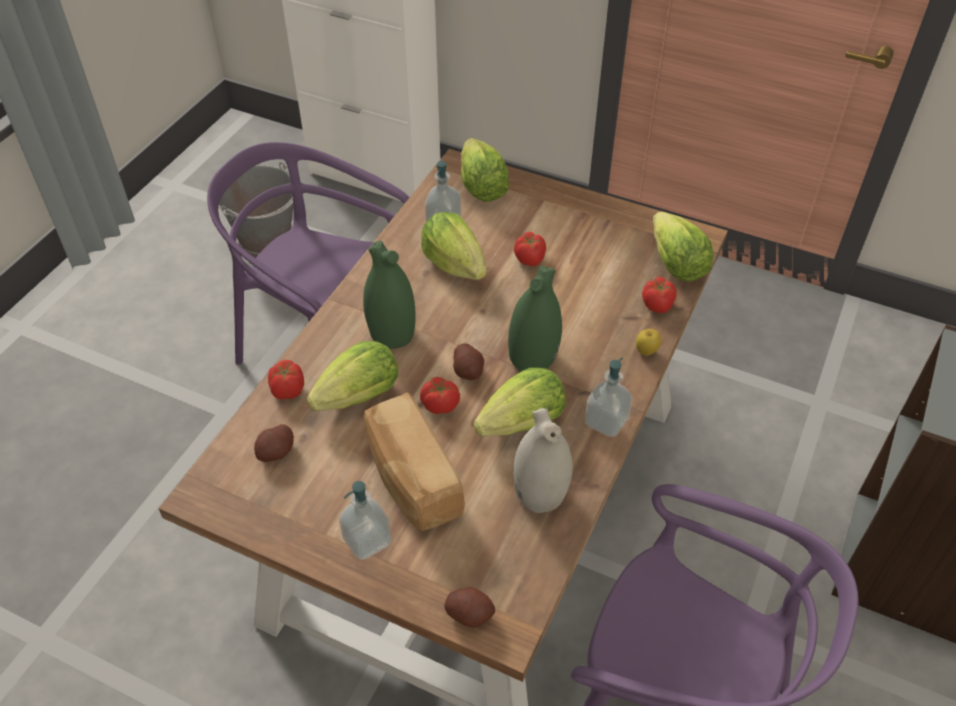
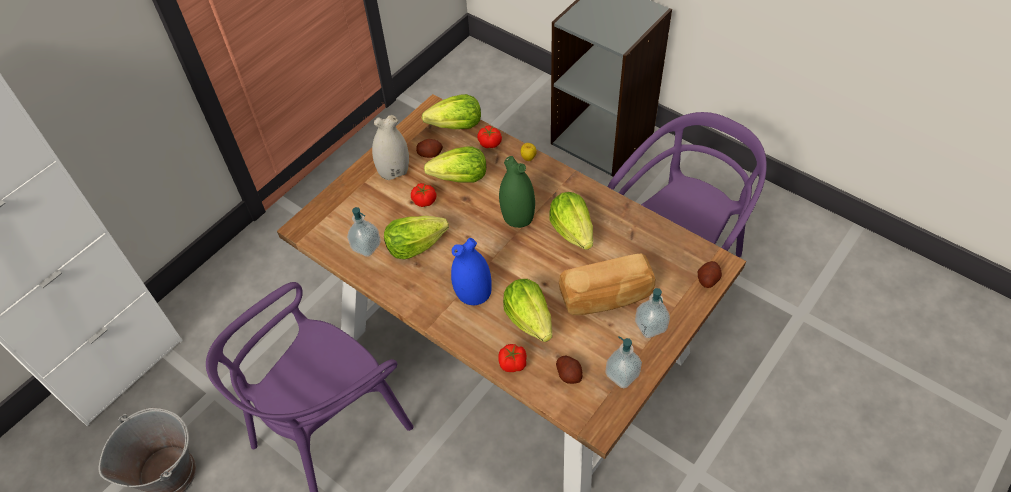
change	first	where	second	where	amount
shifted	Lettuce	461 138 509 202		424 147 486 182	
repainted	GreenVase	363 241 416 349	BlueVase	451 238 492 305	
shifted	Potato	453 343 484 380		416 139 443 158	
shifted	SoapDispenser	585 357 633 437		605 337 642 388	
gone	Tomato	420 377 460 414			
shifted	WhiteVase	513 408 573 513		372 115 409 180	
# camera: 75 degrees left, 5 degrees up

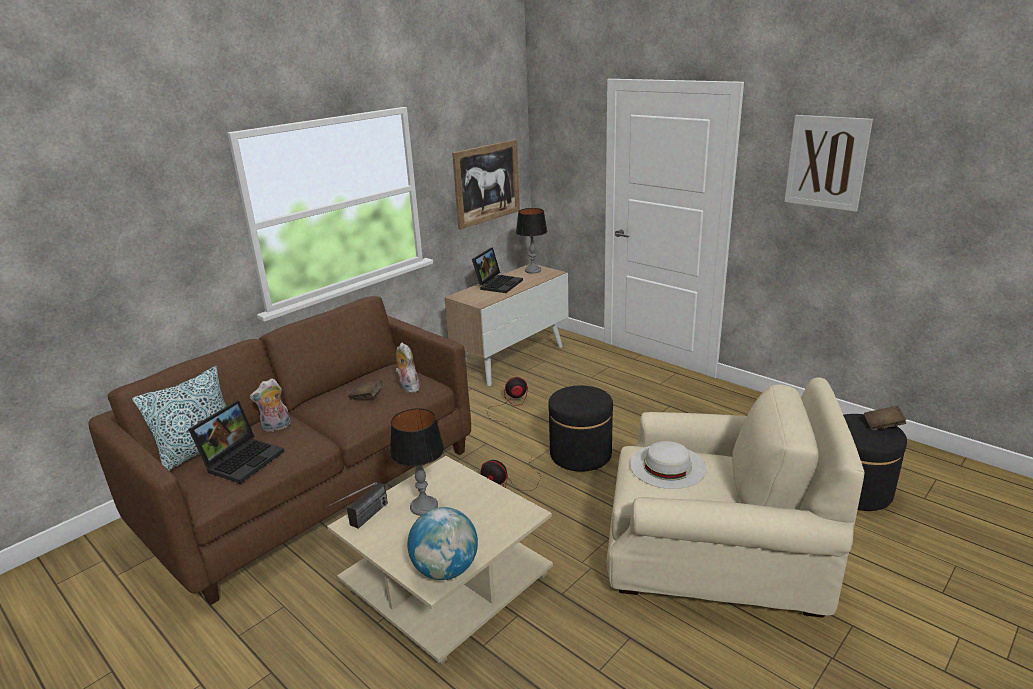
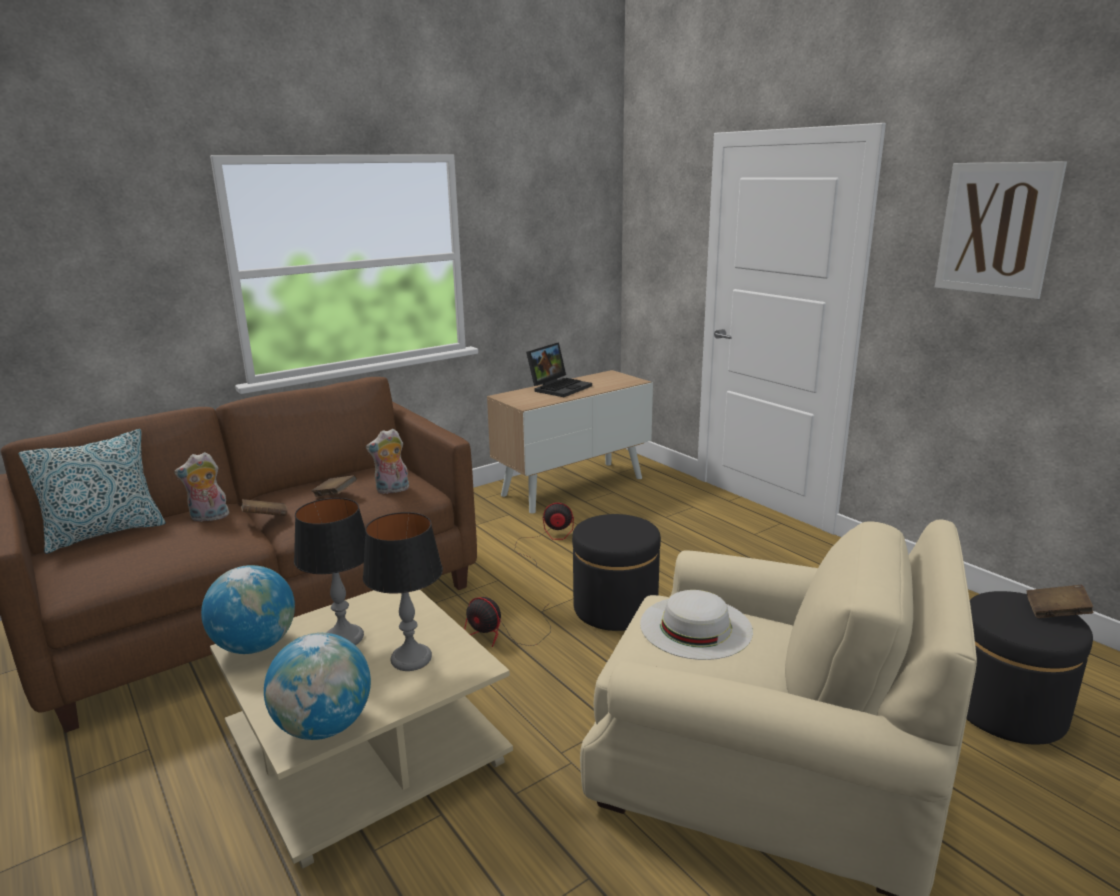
change	first	where	second	where	amount
gone	Picture	452 139 520 230			
shifted	TableLamp	516 208 547 273		363 512 443 671	
rotated	PlushToy	395 343 420 393		366 429 409 494	90 degrees counterclockwise
gone	Laptop	188 401 284 483			
swapped	Radio	326 482 388 529	Globe	201 565 295 654	
new			BrownBook	241 499 287 516	
# camera: 10 degrees right, 5 degrees down

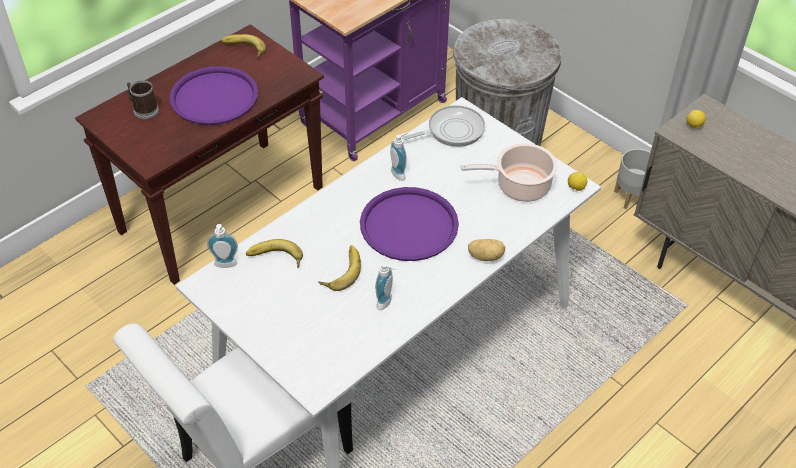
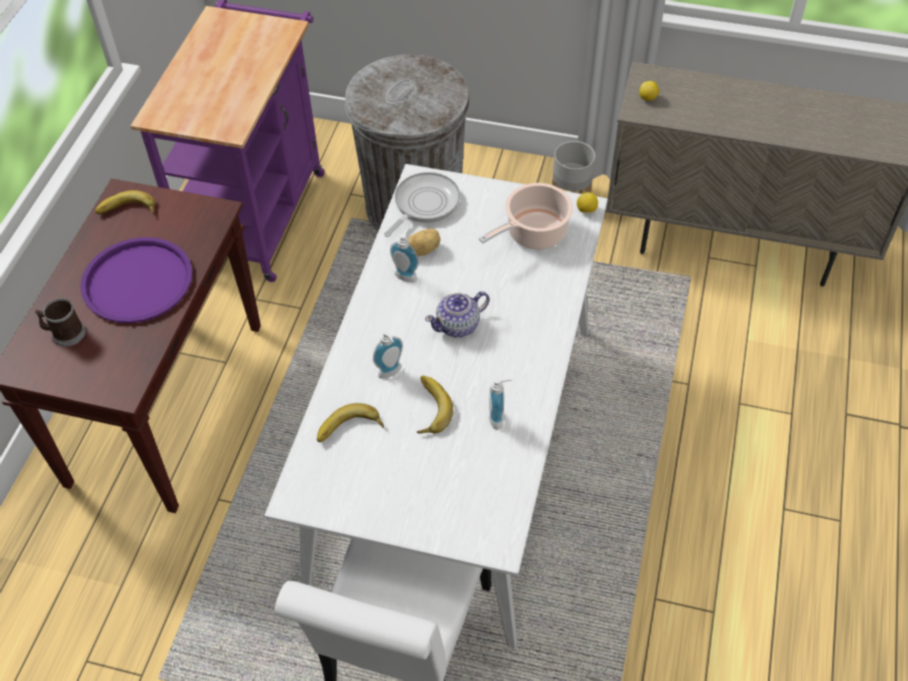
change	first	where	second	where	amount
swapped	PurpleTray	360 187 459 261	Teapot	425 291 489 337	
shifted	SoapDispenser	207 224 238 268		373 330 403 379	
shifted	Potato	468 239 505 261		408 228 441 256	
# camera: 30 degrees left, 5 degrees up

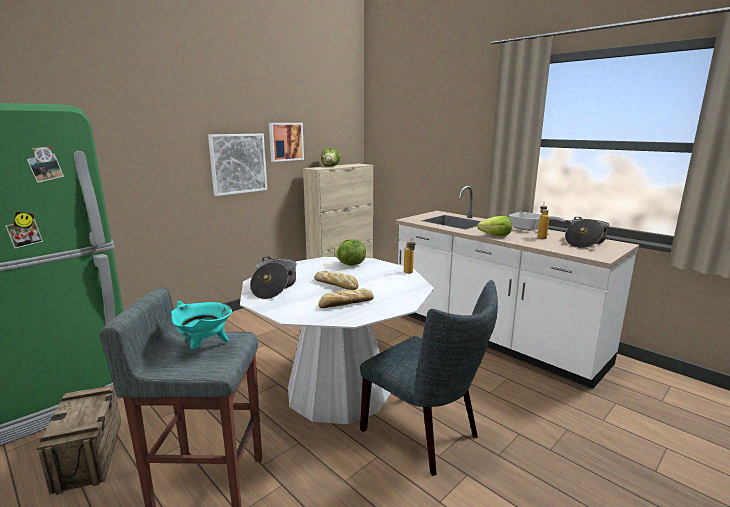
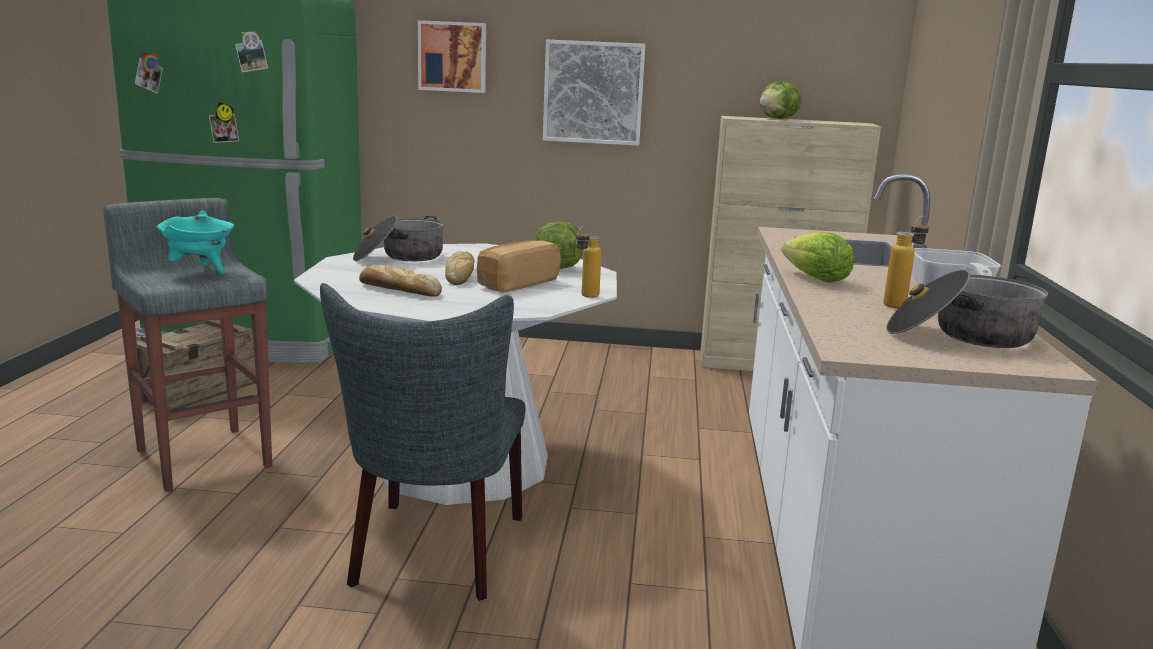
change	first	where	second	where	amount
shifted	Picture	269 123 304 162		418 20 486 93	
new			Bread	477 241 561 293	
# camera: 50 degrees right, 0 degrees up

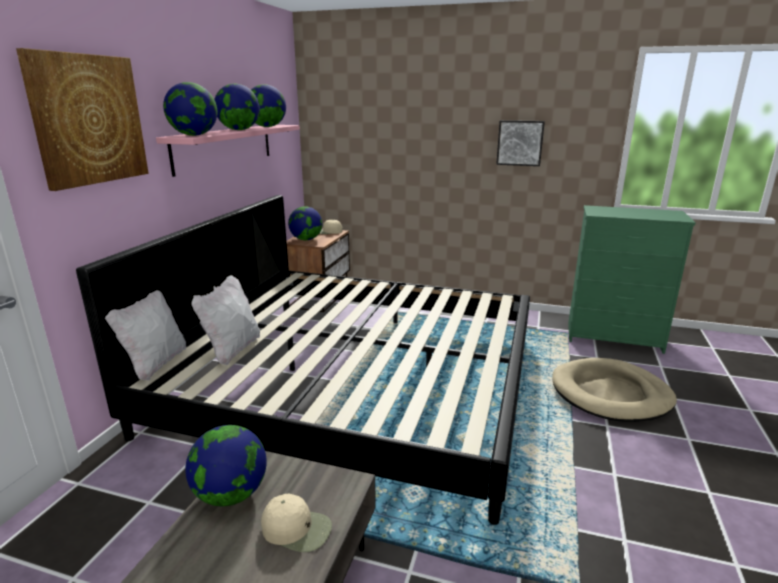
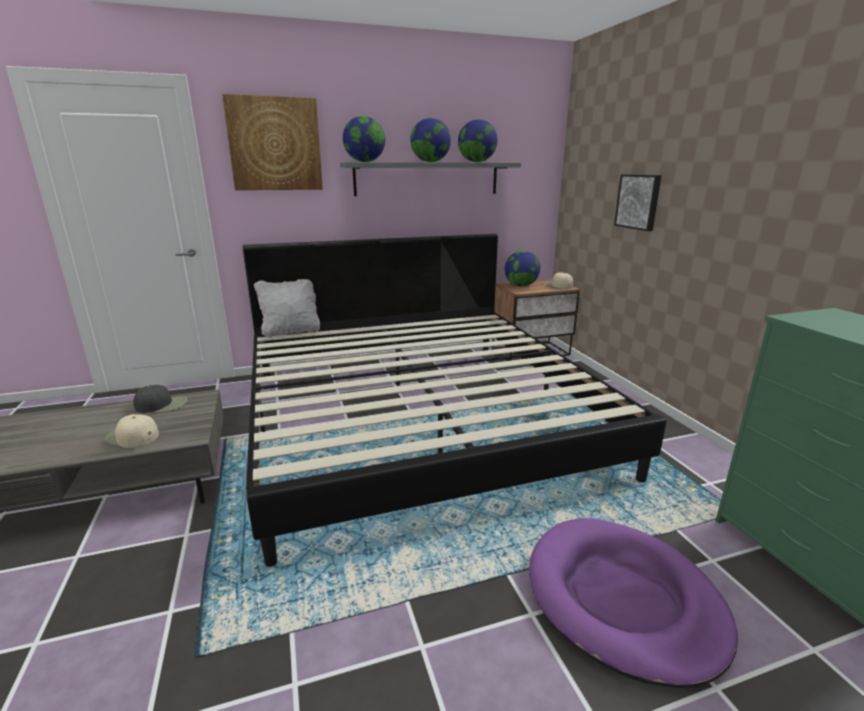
change	first	where	second	where	amount
shifted	Picture	496 120 545 166		614 174 662 231	
repainted	PinkShelf	156 125 300 177	GreyShelf	340 162 521 196	
gone	WhitePillow	191 275 260 365			
repainted	BeigeDogBed	552 358 677 422	PurpleDogBed	529 518 738 688	
swapped	Globe	185 425 267 506	BlackCap	133 385 187 413	
rotated	BeigeCap	261 494 332 552		105 414 159 448	135 degrees clockwise
# camera: 55 degrees right, 0 degrees up

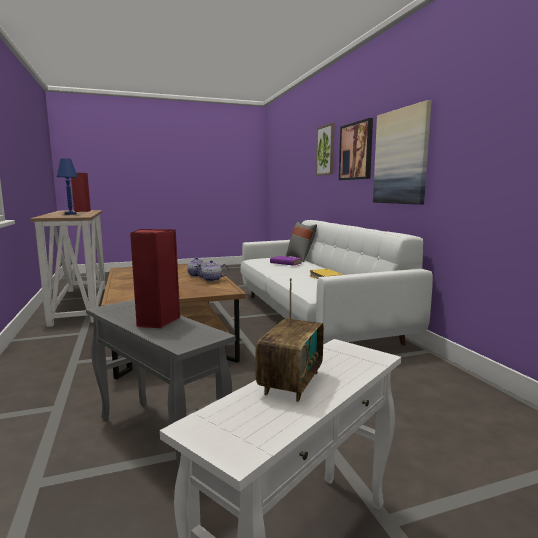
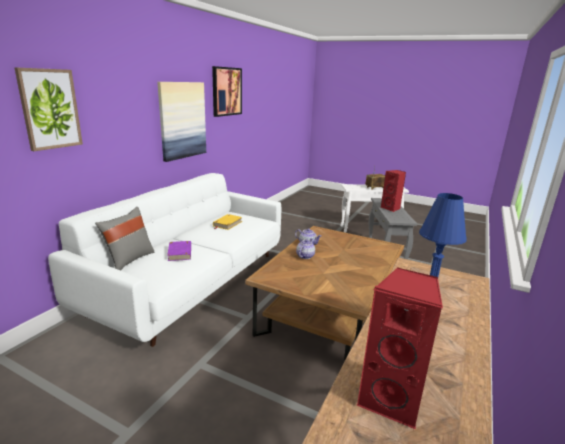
change	first	where	second	where	amount
shifted	Picture	339 118 373 180		212 66 242 117	
# camera: 135 degrees left, 10 degrees up

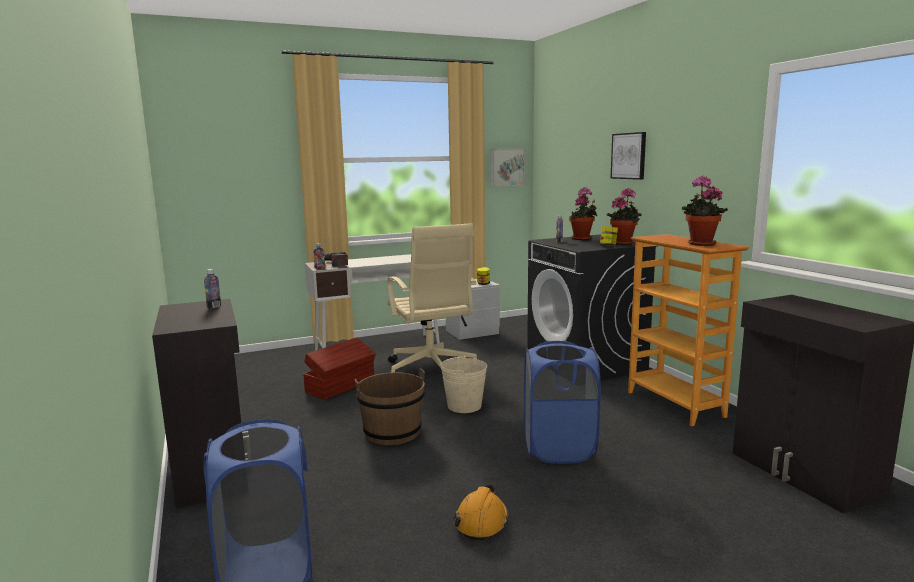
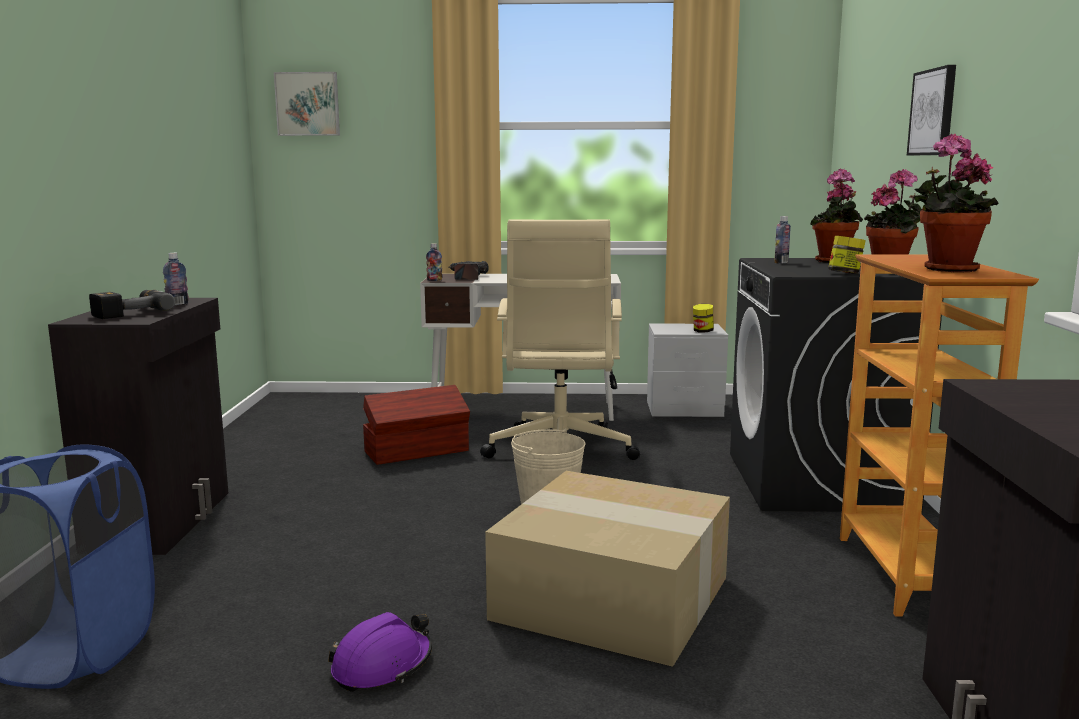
change	first	where	second	where	amount
shifted	Picture	490 149 525 187		274 72 340 136	
swapped	BlueLaundryBasket	524 341 601 464	CardboardBox	485 471 730 667	
gone	BrownBucket	355 368 425 445			
repainted	OrangeHardHat	453 483 509 540	PurpleHardHat	328 612 432 692	
new			PowerDrill	89 290 175 319	
# camera: 25 degrees right, 0 degrees up

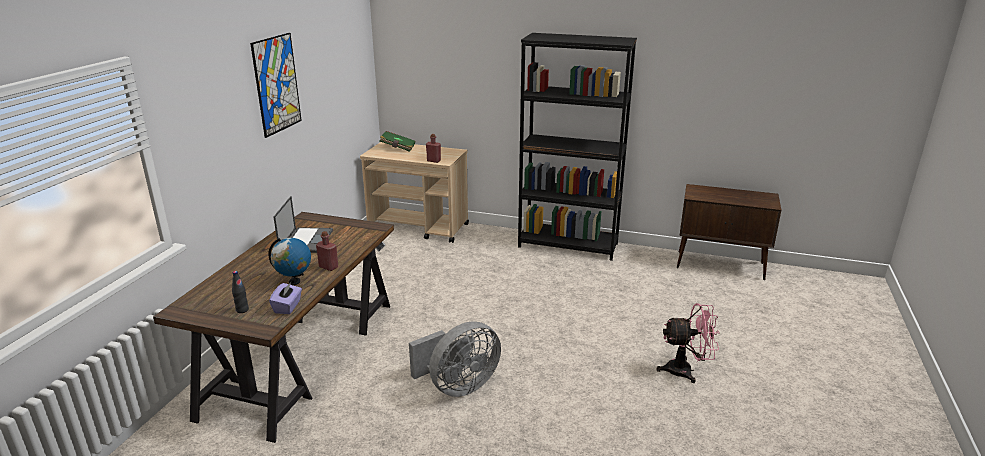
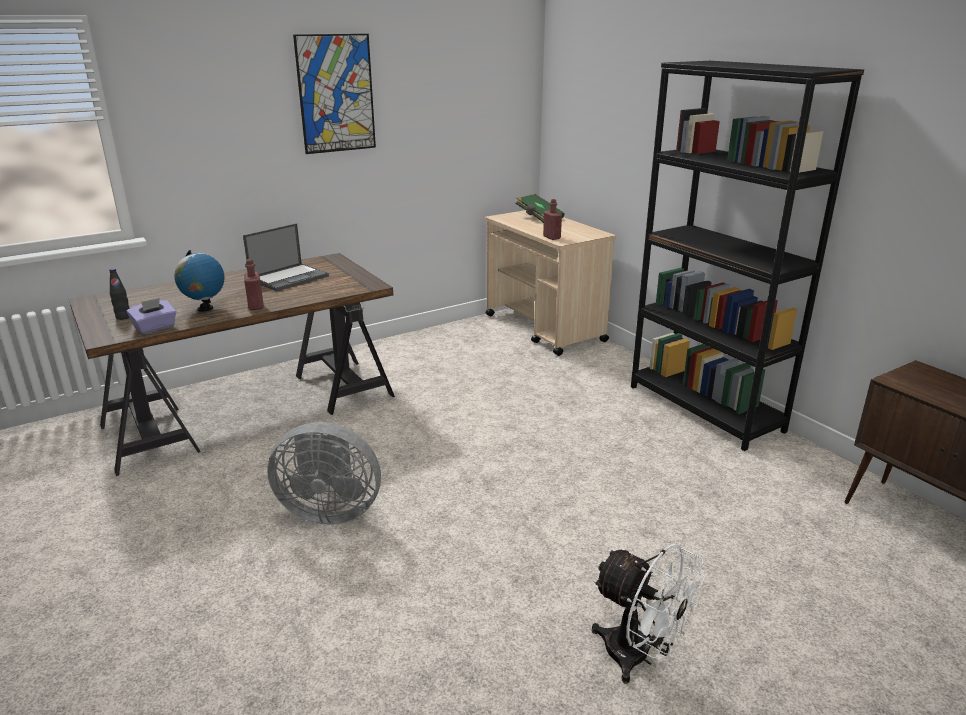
change	first	where	second	where	amount
repainted	PinkFan	656 303 720 383	WhiteFan	592 544 705 684	
# camera: 40 degrees right, 0 degrees up

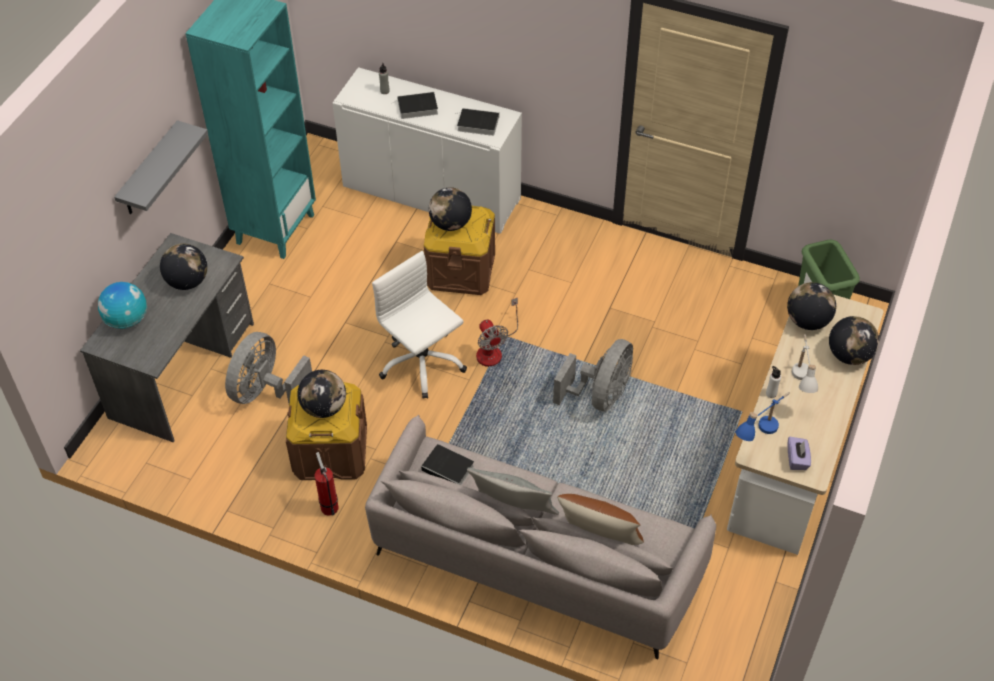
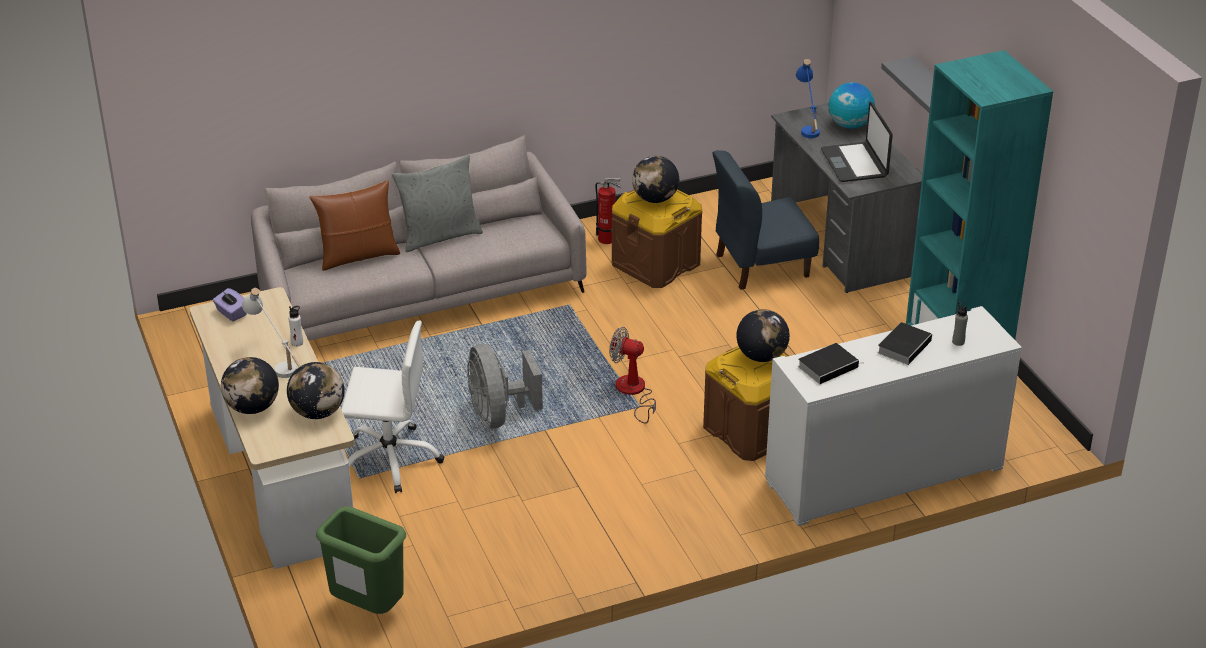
change	first	where	second	where	amount
swapped	Globe	160 243 207 290	Laptop	821 102 893 182	
shifted	WhiteOfficeChair	372 251 467 399		341 321 444 493	
swapped	GreyFan	225 332 312 404	BlueChair	712 150 819 290	
shifted	BlueTableLamp	735 392 790 441		796 59 820 138	
gone	Book	421 444 474 485			
# camera: 135 degrees right, 15 degrees down

